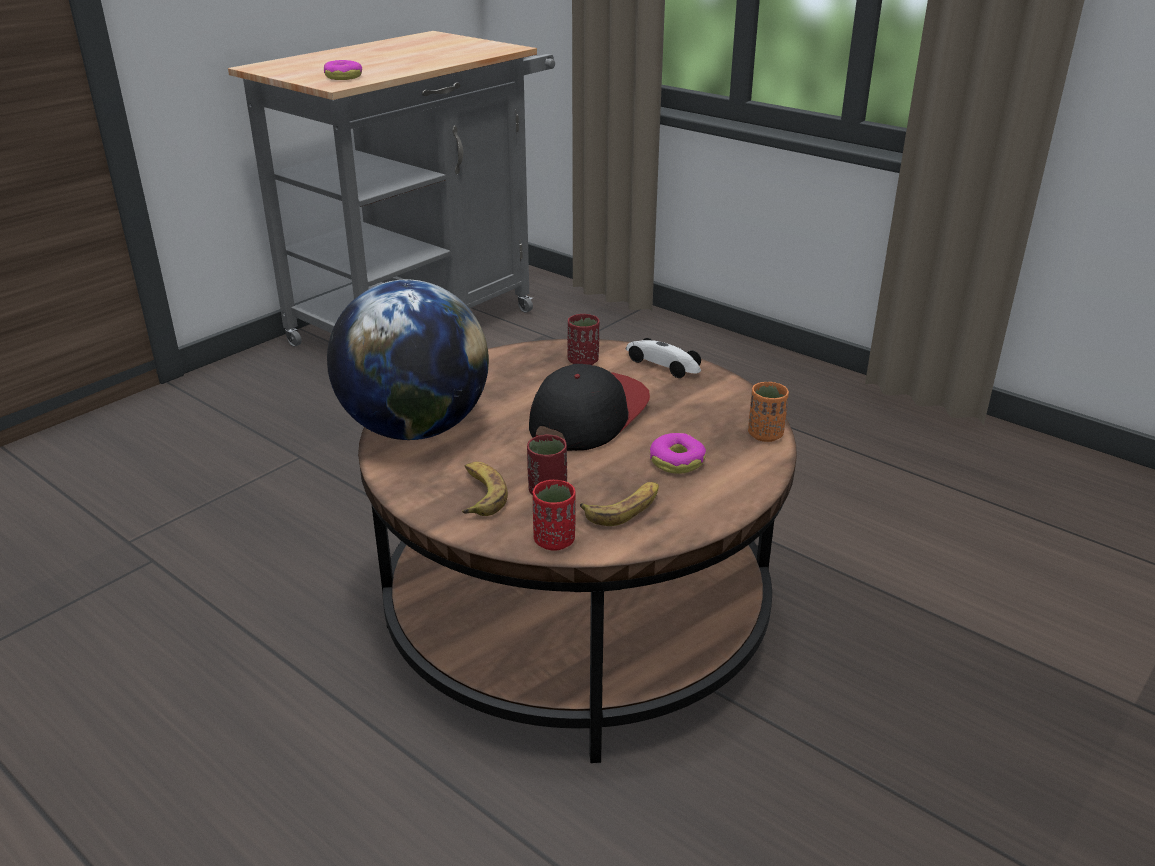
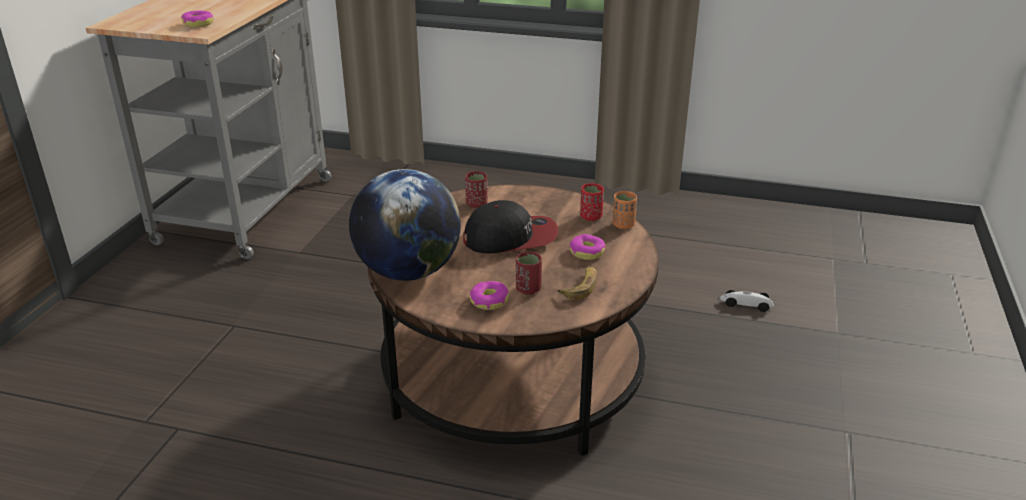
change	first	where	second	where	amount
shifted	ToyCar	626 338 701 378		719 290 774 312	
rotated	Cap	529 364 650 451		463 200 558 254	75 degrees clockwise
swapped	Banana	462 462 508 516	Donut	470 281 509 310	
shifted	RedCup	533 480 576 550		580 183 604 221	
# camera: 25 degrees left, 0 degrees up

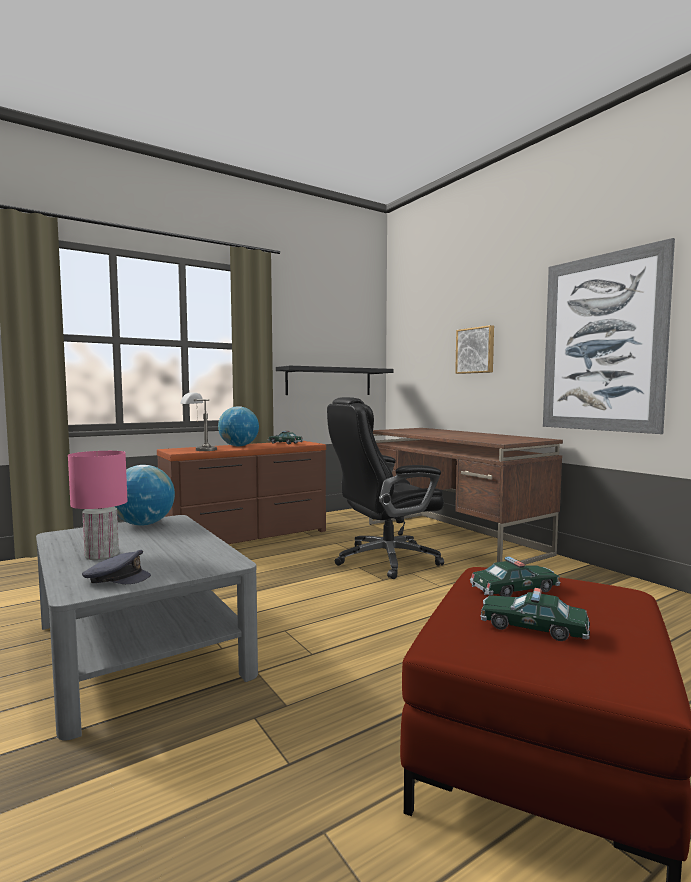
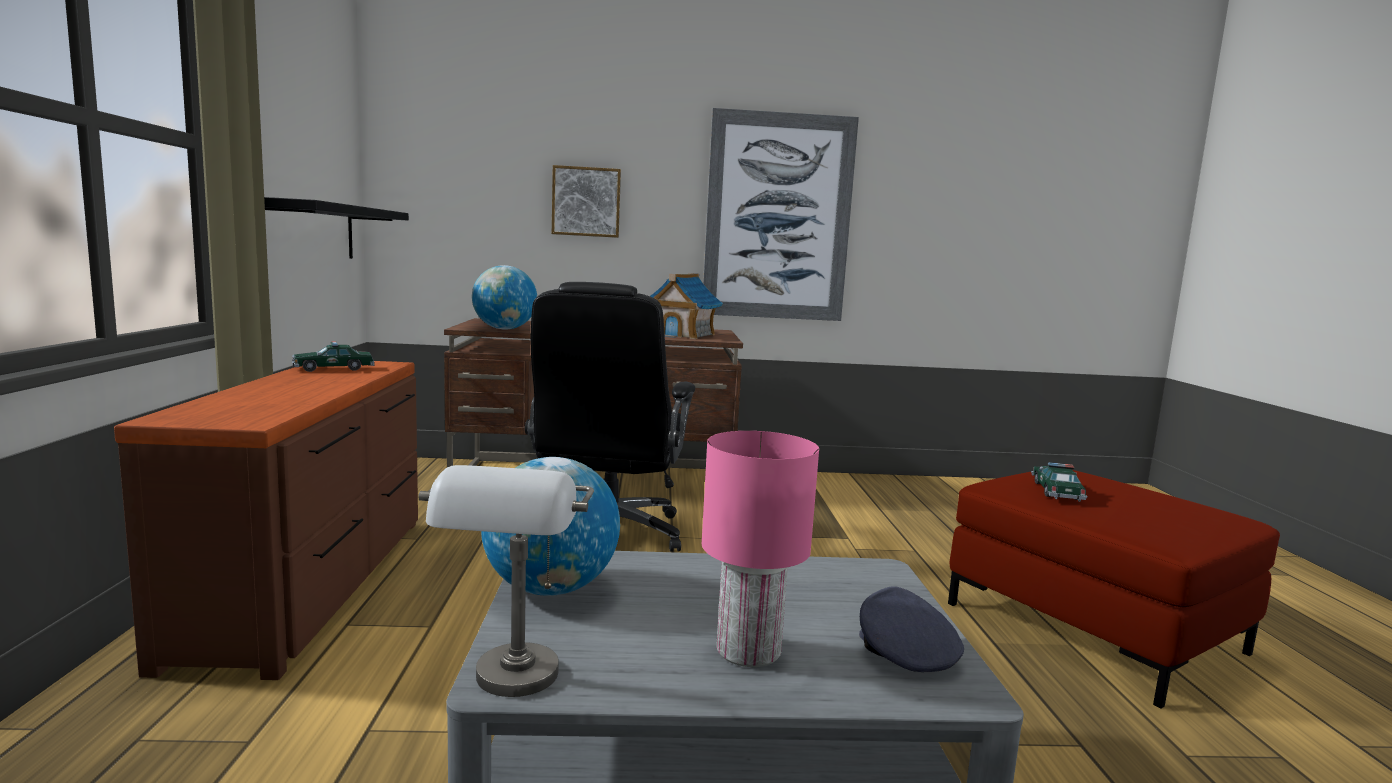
change	first	where	second	where	amount
shifted	GreyTableLamp	180 392 217 451		418 465 594 697	
shifted	Globe	218 406 259 446		472 265 537 330	
rotated	GreyCap	82 550 151 584		859 586 964 672	45 degrees counterclockwise
gone	ToyCar	480 588 590 641			
new			ToyHouse	650 273 723 339	
# camera: 60 degrees left, 5 degrees up

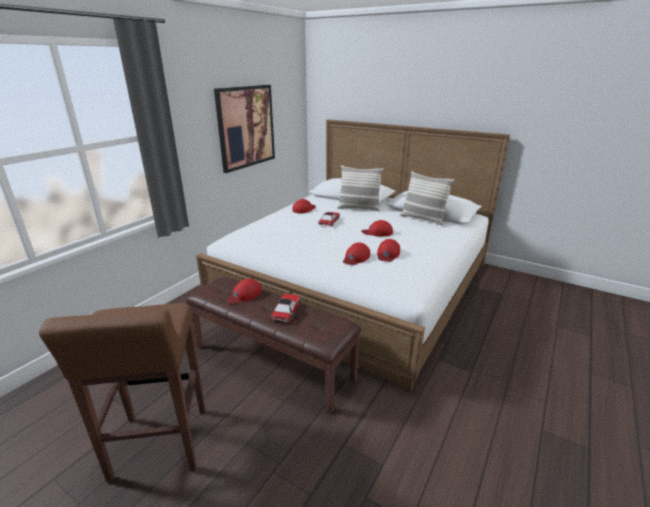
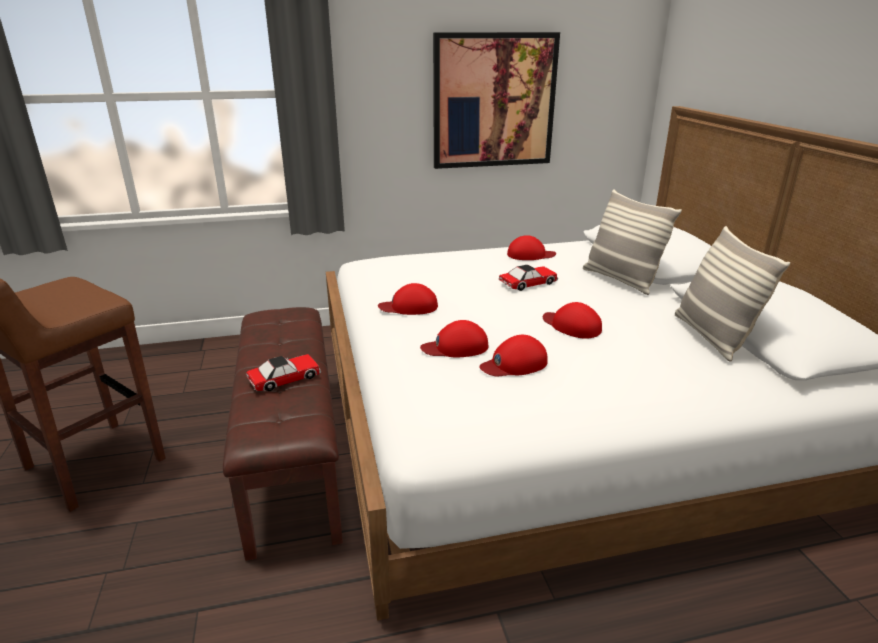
change	first	where	second	where	amount
shifted	RedCap	226 278 262 304		378 283 438 315	
# camera: 45 degrees right, 0 degrees up

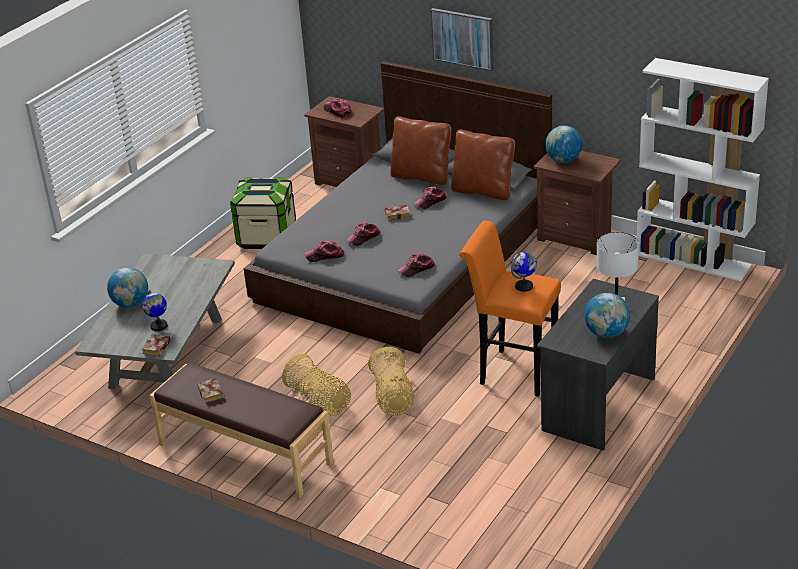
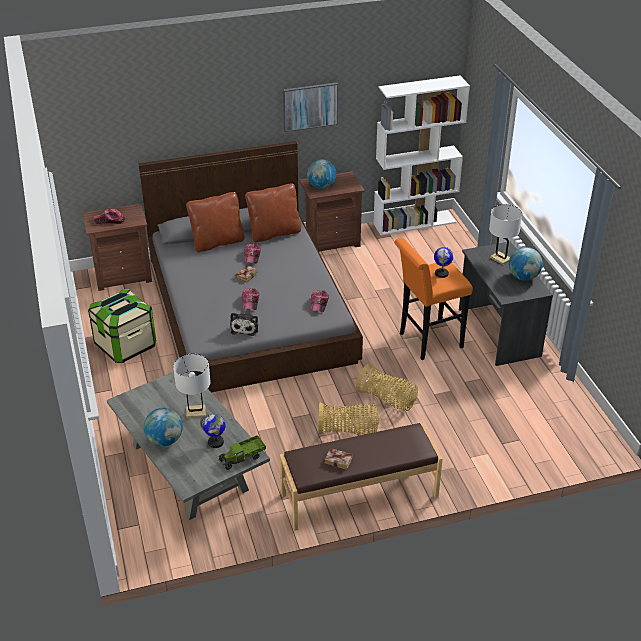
change	first	where	second	where	amount
shifted	Picture	431 8 494 71		283 82 338 132	
swapped	Cap	305 241 344 262	PlushToy	230 313 258 336	
swapped	Book	142 334 171 356	ToyTruck	218 435 266 470	
new			WhiteTableLamp	173 354 211 418	
# camera: 50 degrees left, 5 degrees up

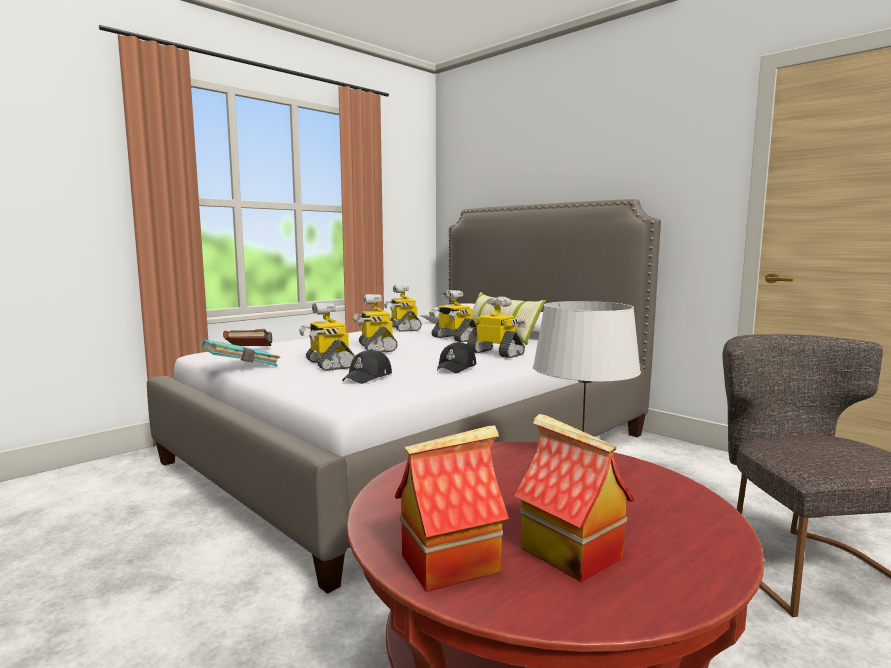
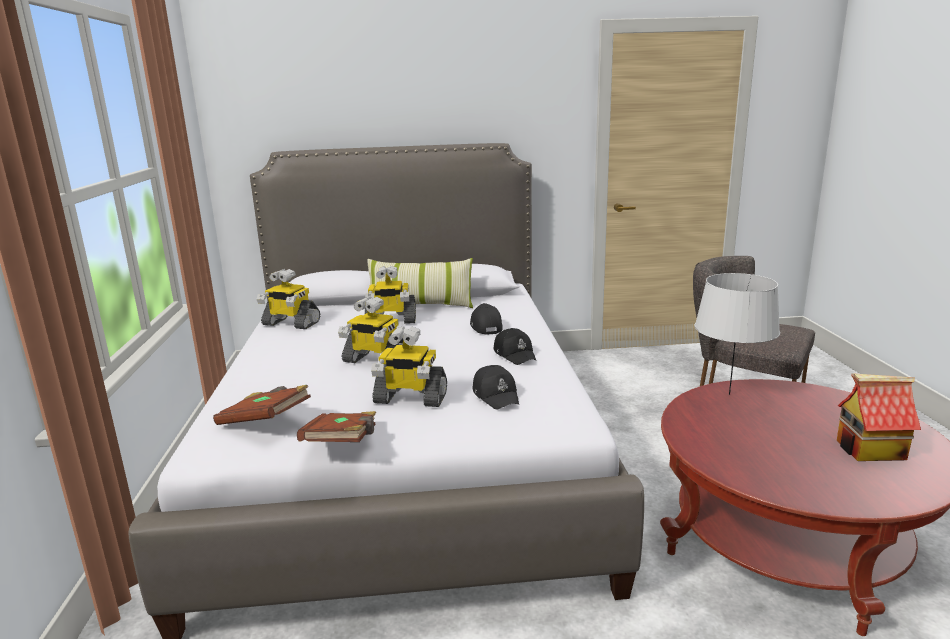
change	first	where	second	where	amount
swapped	ToyRobot	467 296 526 358	BlackCap	470 303 503 335	
repainted	TurquoiseBook	201 339 280 366	BrownBook	297 411 376 442	
gone	ToyHouse	395 425 509 592			
# camera: 50 degrees left, 10 degrees up

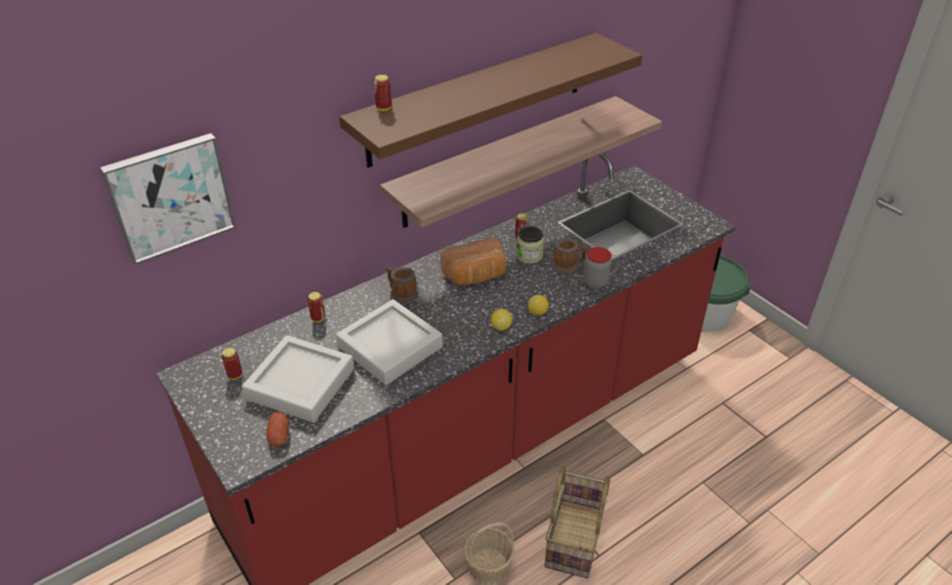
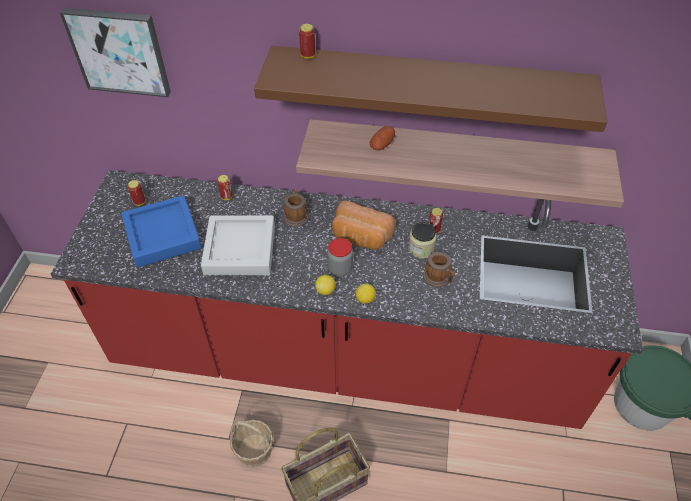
change	first	where	second	where	amount
shifted	Jar	584 247 611 289		327 238 353 277	
repainted	GreyTray	242 335 354 423	BlueTray	121 195 202 268	
shifted	Potato	266 412 289 447		370 126 395 150	
# camera: 45 degrees right, 10 degrees up

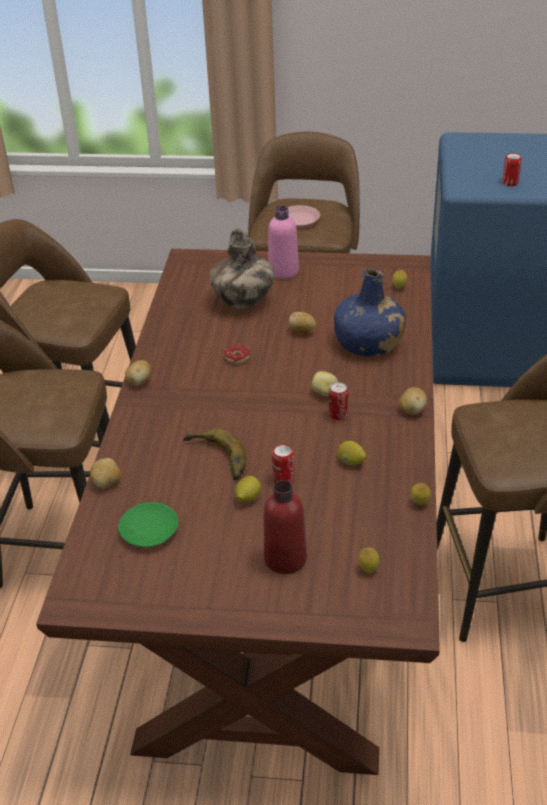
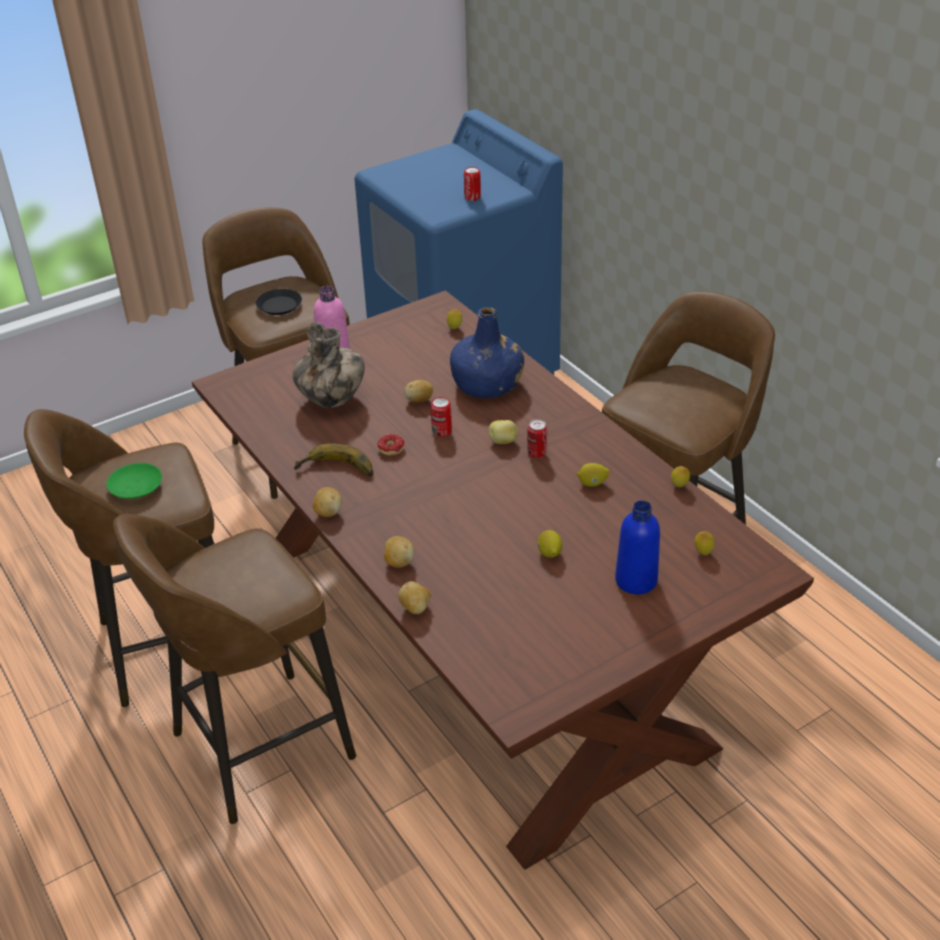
change	first	where	second	where	amount
repainted	PinkPlate	288 205 320 228	BlackPlate	256 289 302 315	
shifted	Potato	399 387 427 415		384 536 414 568	
shifted	Banana	183 428 246 480		294 443 373 477	
shifted	Can	272 444 295 484		431 397 452 437	
repainted	RedBottle	264 480 307 574	BlueBottle	615 500 660 594	
shifted	GreenPlate	118 502 178 547		107 463 162 499	
# camera: 40 degrees left, 0 degrees up

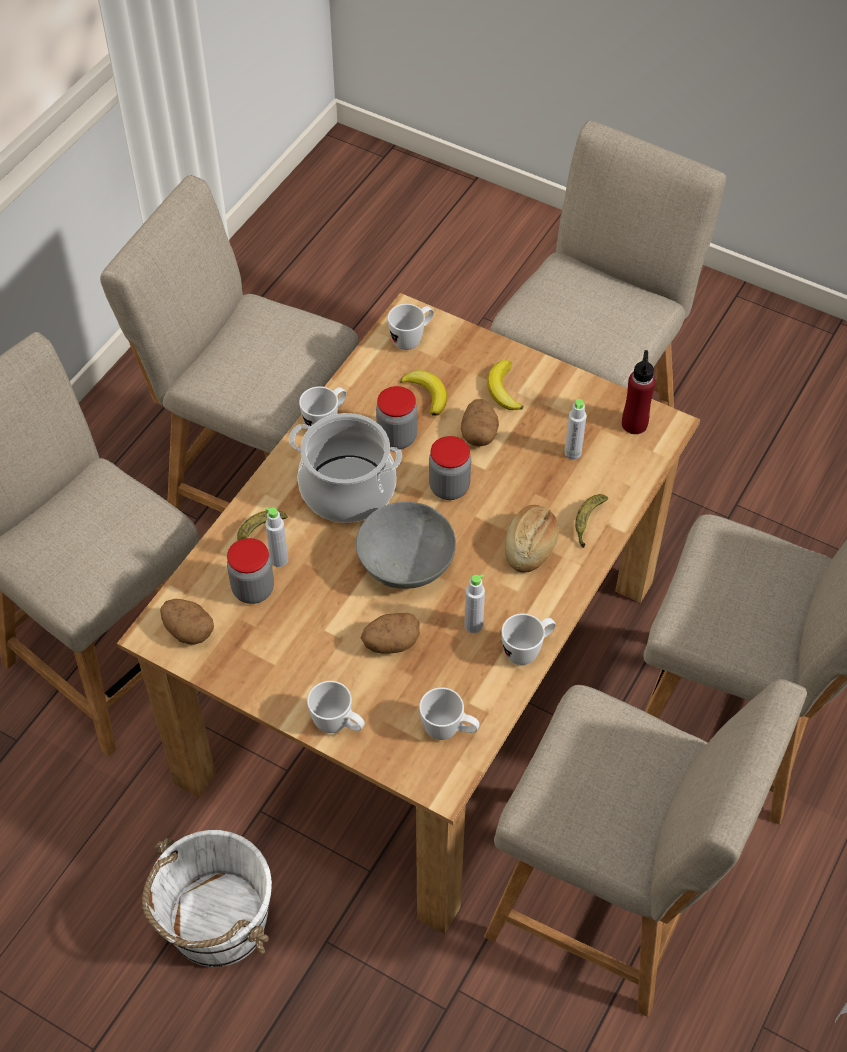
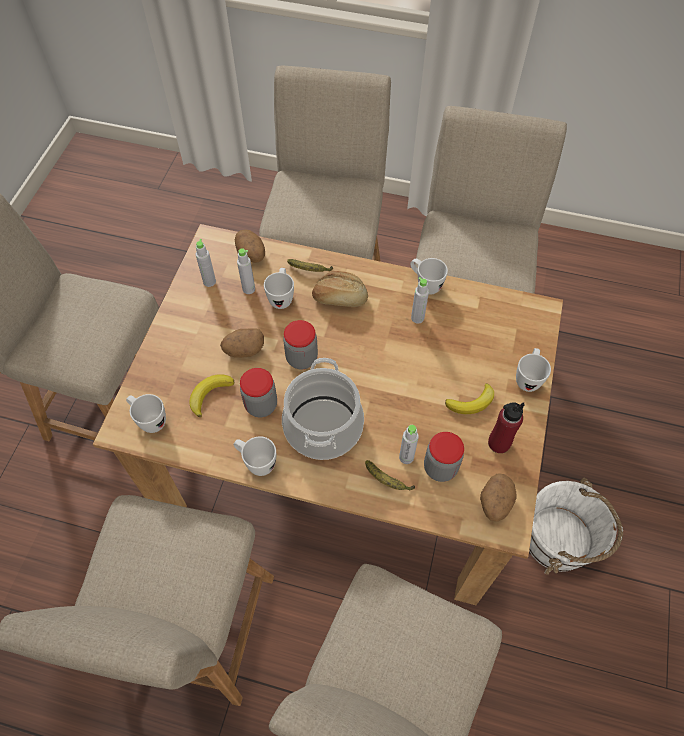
change	first	where	second	where	amount
shifted	RedBottle	622 350 656 434		488 402 525 453	
shifted	Banana	487 360 524 410		445 383 494 414	
gone	GreyBowl	356 502 456 589			
shifted	Potato	361 613 420 654		235 230 265 263	
shifted	WhiteMug	419 687 480 740		264 268 294 309	
new			GreyBottle	196 239 216 287	
# camera: 105 degrees left, 5 degrees up

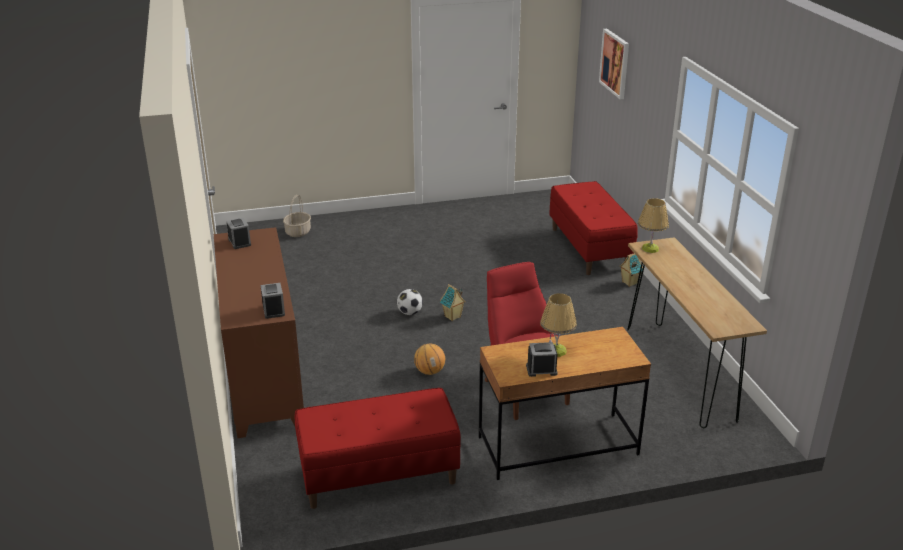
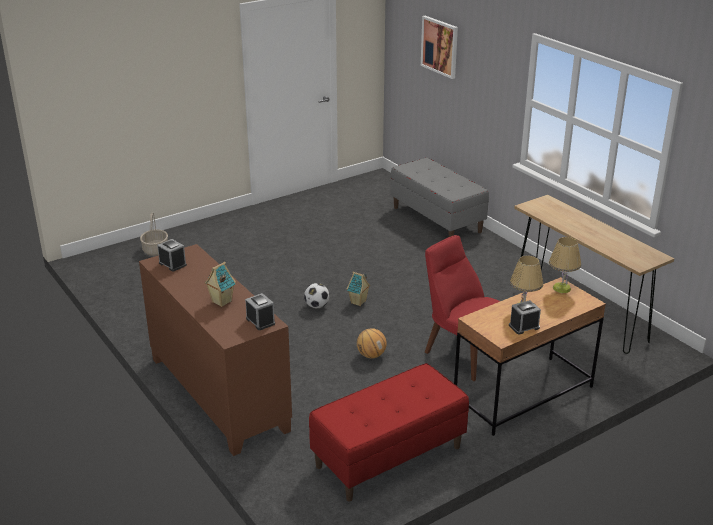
change	first	where	second	where	amount
repainted	RedBench	549 181 638 275	GreyBench	390 158 489 237	
shifted	TableLamp	638 198 669 253		549 237 581 293	
shifted	ToyHouse	619 254 643 287		205 262 236 307	
# camera: 20 degrees left, 0 degrees up

